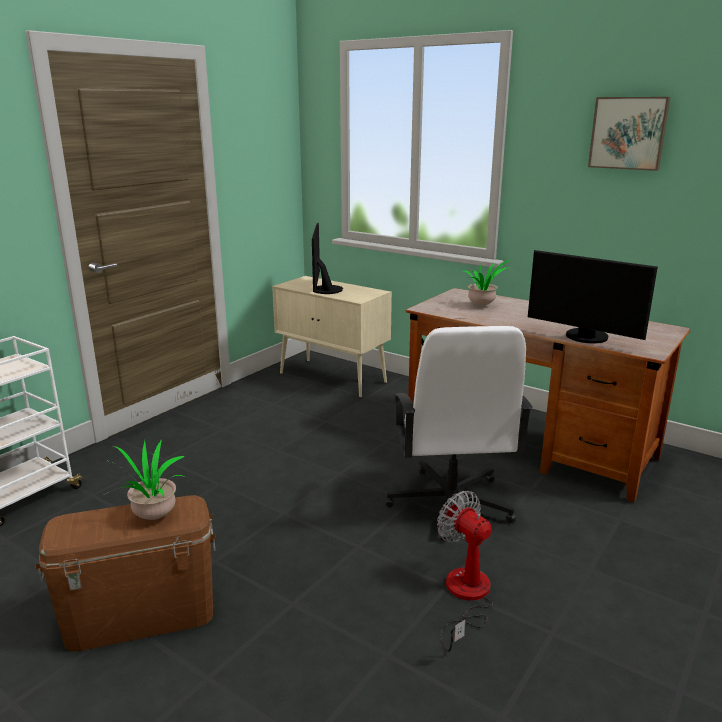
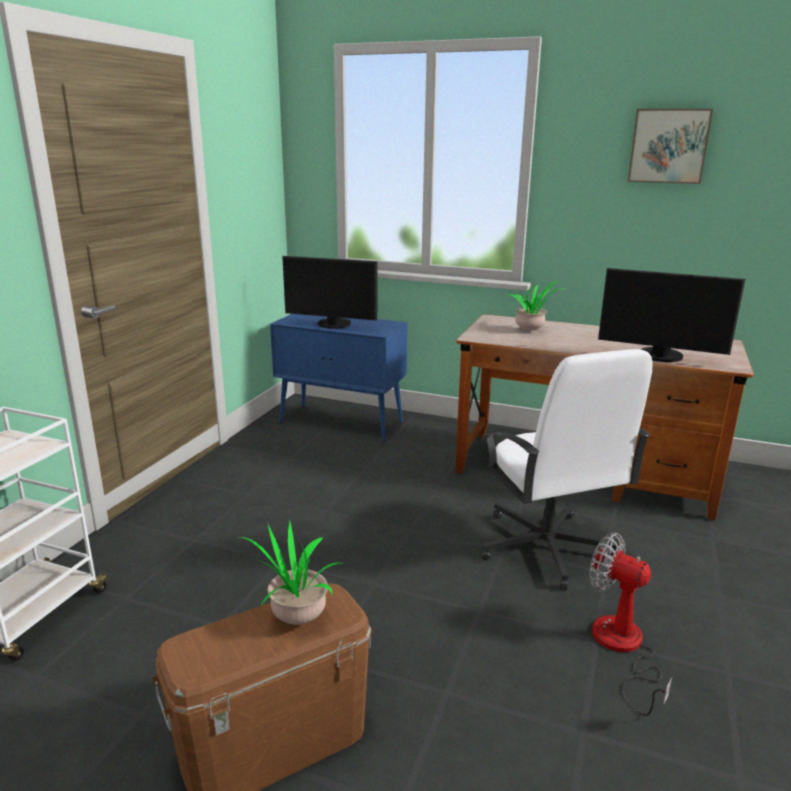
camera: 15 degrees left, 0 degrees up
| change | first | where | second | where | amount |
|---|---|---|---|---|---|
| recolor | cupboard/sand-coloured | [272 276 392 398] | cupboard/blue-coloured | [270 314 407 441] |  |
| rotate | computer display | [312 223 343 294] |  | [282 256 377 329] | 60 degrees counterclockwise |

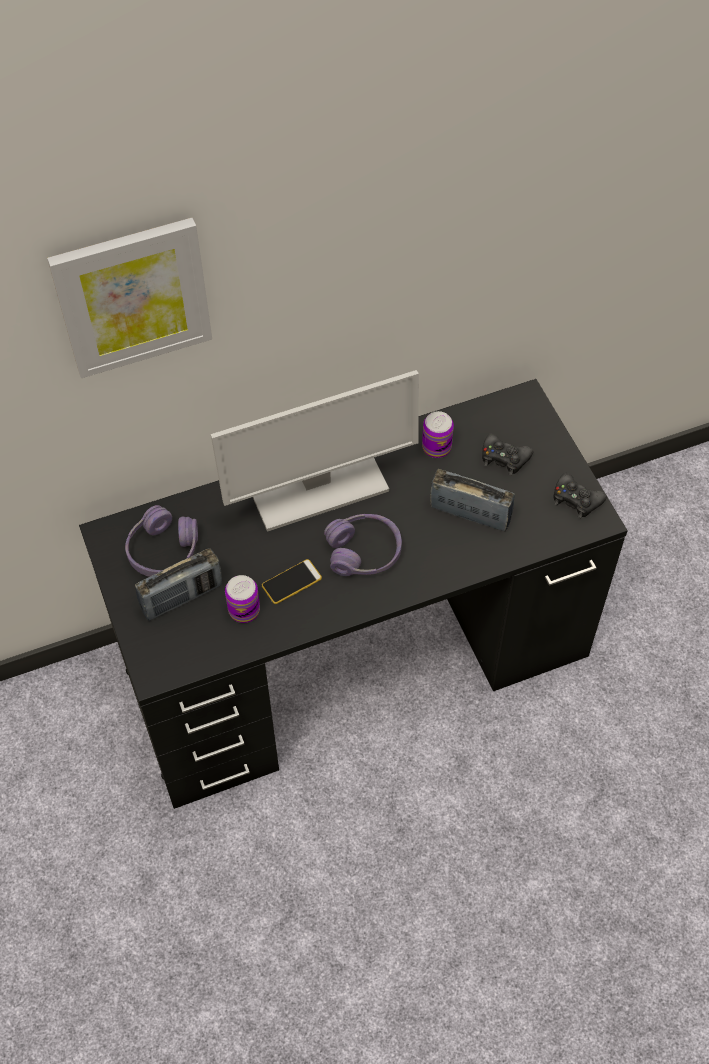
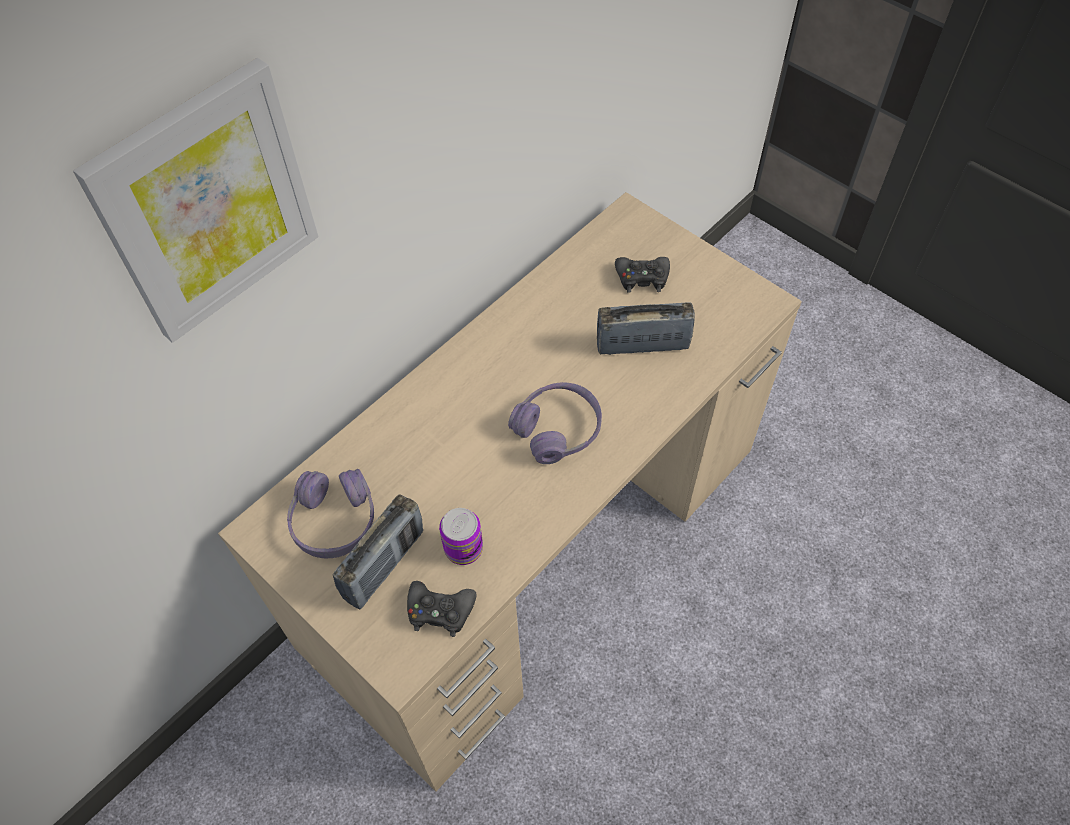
camera: 25 degrees left, 0 degrees up
| change | first | where | second | where | amount |
|---|---|---|---|---|---|
| recolor | desk/black-coloured | [79 379 628 809] | desk/sand-coloured | [218 192 802 792] |  |
| move | game controller/black-coloured | [554 473 607 519] |  | [407 581 476 637] |  |
| delete | computer display | [211 370 419 532] |  |  |  |
| delete | phone | [262 559 322 604] |  |  |  |
| delete | can | [422 411 454 458] |  |  |  |

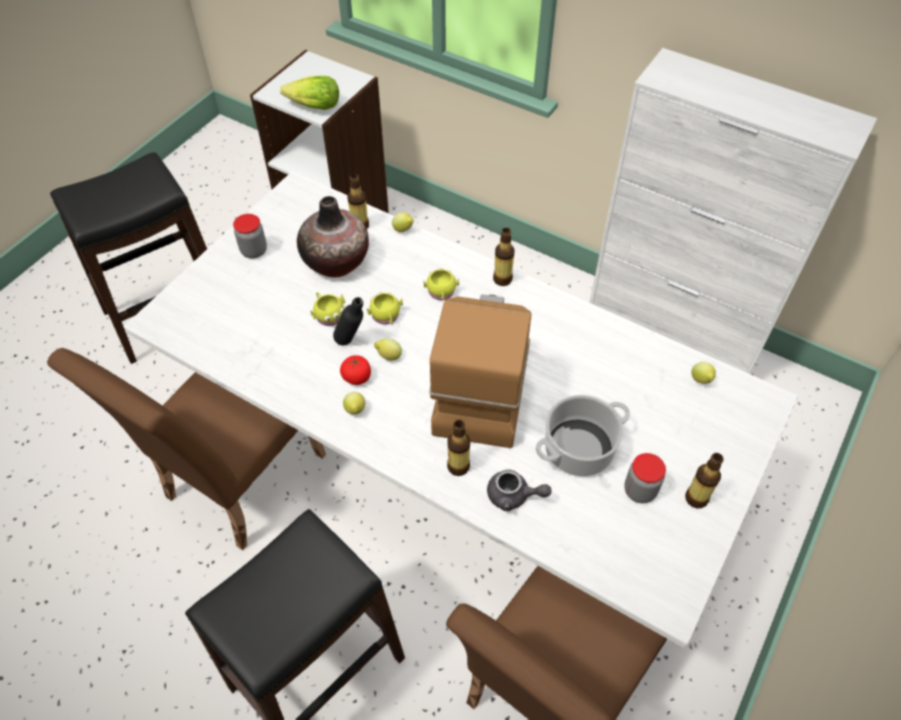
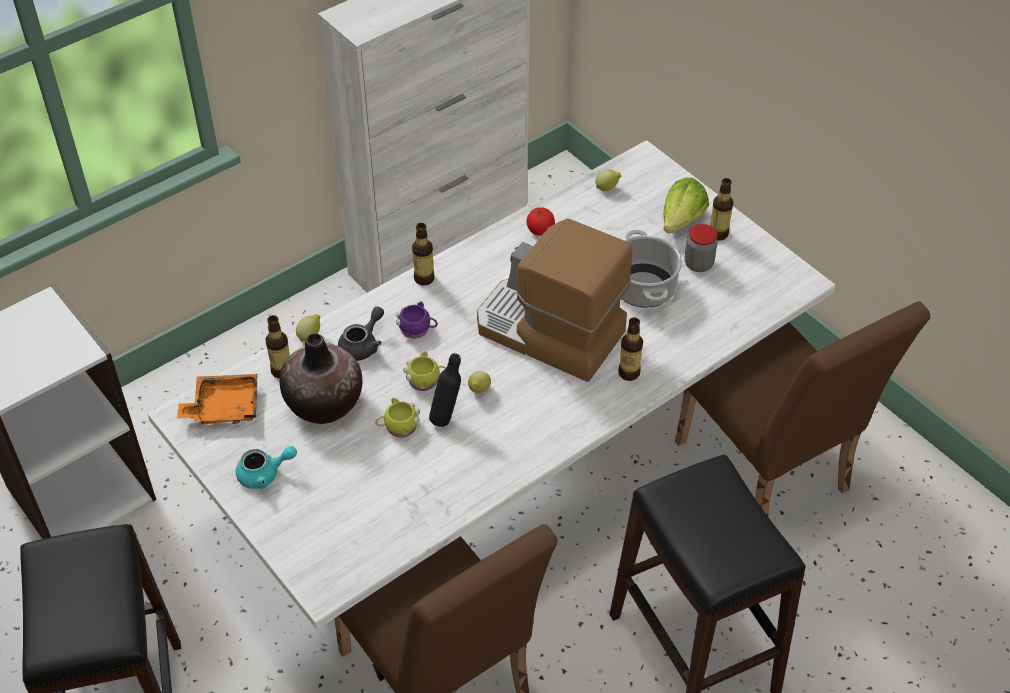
camera: 70 degrees left, 5 degrees down
| change | first | where | second | where | amount |
|---|---|---|---|---|---|
| insert |  |  | tray/orange | [177 374 257 424] |  |
| replace | jar | [233 214 267 259] | tea pot/turquoise-coloured | [236 446 297 489] |  |
| move | tea pot/greyish | [487 469 552 511] |  | [338 307 384 361] |  |
| recolor | tea mug/yellowish | [424 268 459 301] | tea mug/purple-coloured | [396 301 437 339] |  |
| move | fresh tomato | [340 355 371 385] |  | [526 207 555 236] |  |
| move | head of lettuce | [280 76 339 110] |  | [663 178 709 234] |  |
| delete | citrus fruit | [343 392 365 414] |  |  |  |

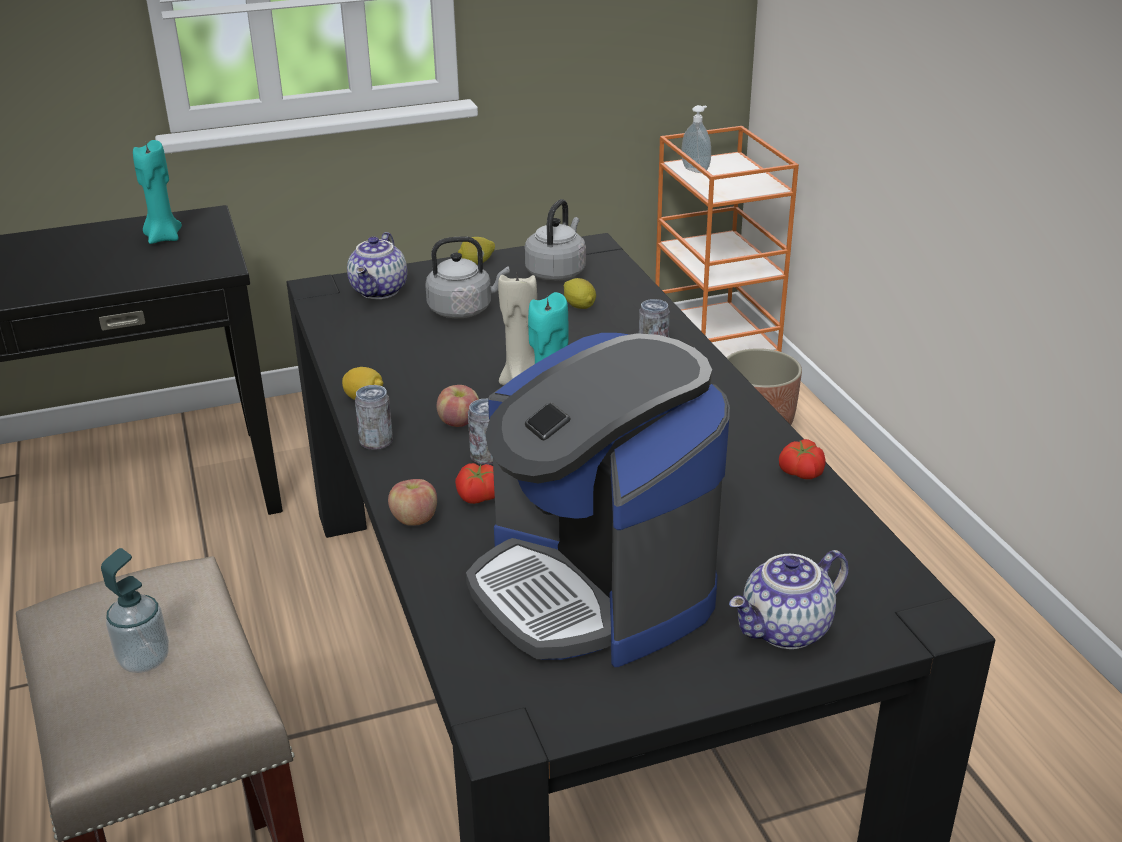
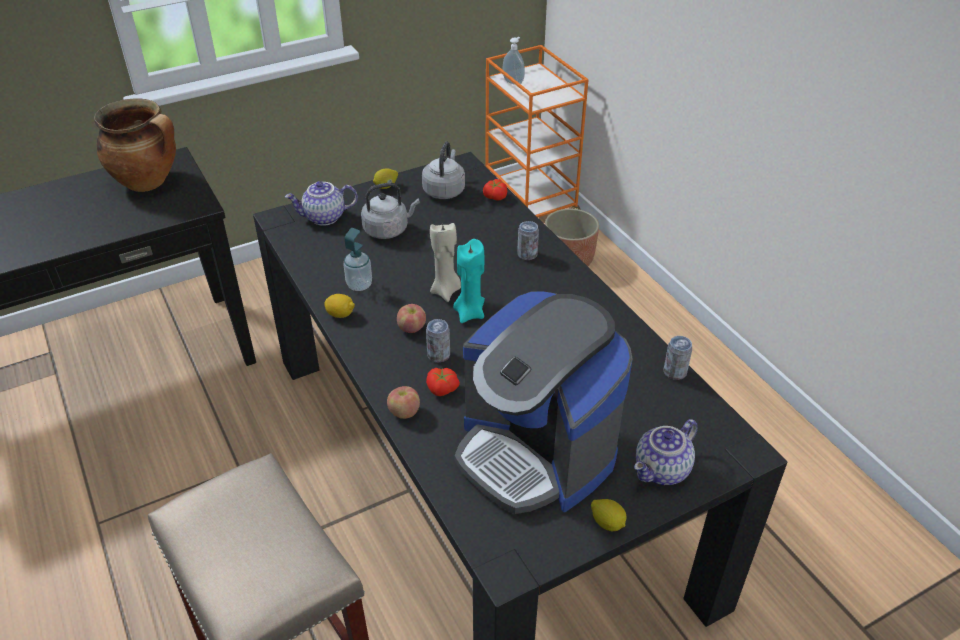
camera: 10 degrees left, 10 degrees up
| change | first | where | second | where | amount |
|---|---|---|---|---|---|
| replace | wax light/turquoise-coloured | [133 140 182 244] | stockpot | [94 98 176 192] |  |
| rotate | tea pot | [347 232 407 299] |  | [285 181 358 226] | 75 degrees clockwise |
| move | soap dispenser | [101 548 169 673] |  | [343 228 372 291] |  |
| move | fresh tomato | [779 439 826 479] |  | [483 179 507 200] |  |
| move | citrus fruit | [564 278 596 309] |  | [591 499 627 531] |  |
| move | can | [355 385 393 450] |  | [664 336 692 380] |  |

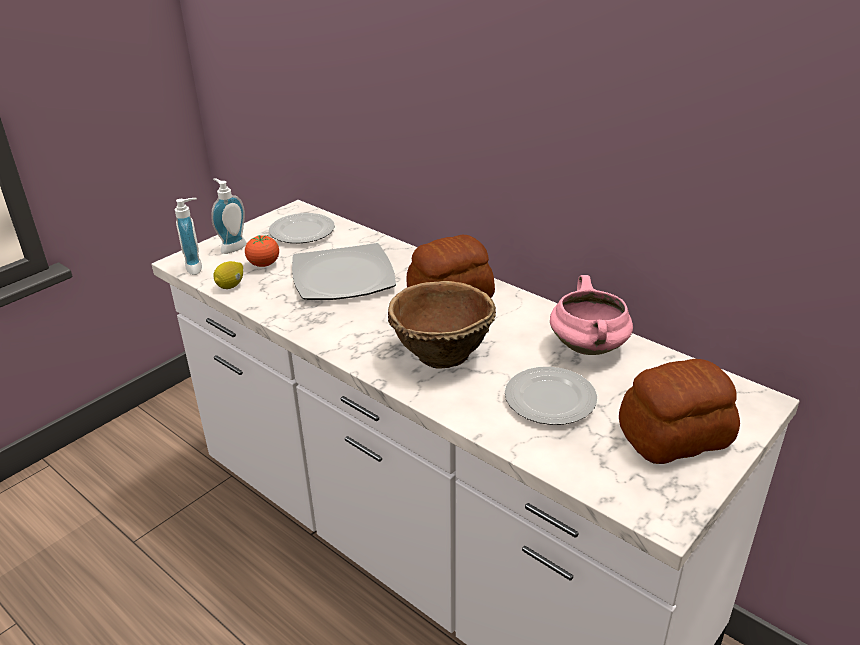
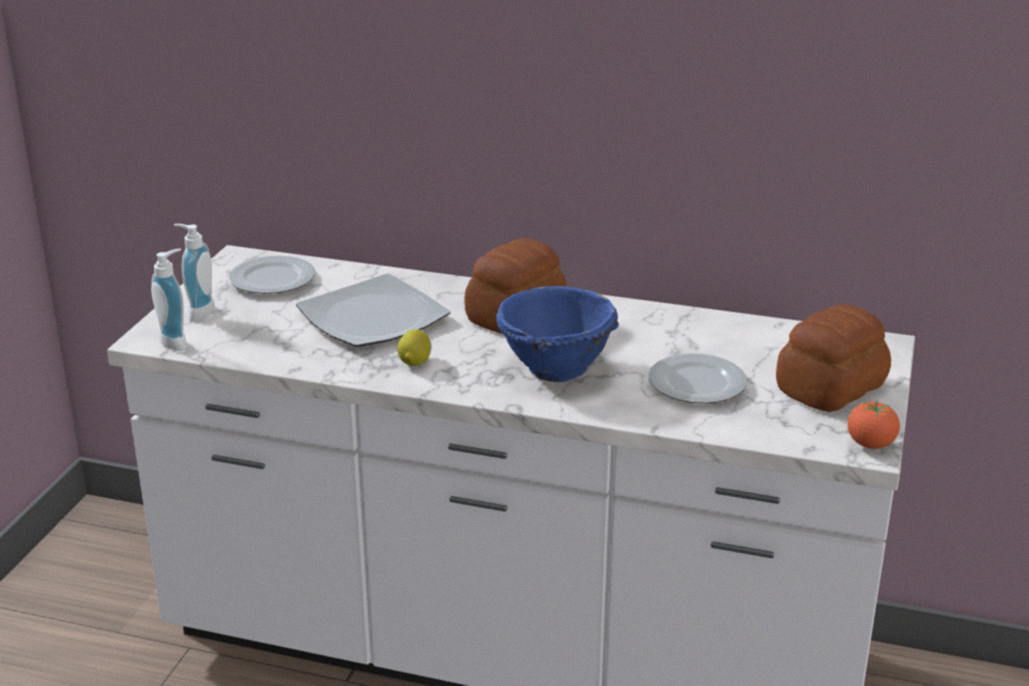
camera: 25 degrees left, 5 degrees down
| change | first | where | second | where | amount |
|---|---|---|---|---|---|
| move | citrus fruit | [213 261 243 289] |  | [398 330 432 366] |  |
| recolor | deep dish/brownish | [388 281 496 369] | deep dish/blue-coloured | [496 286 619 382] |  |
| move | fresh tomato | [245 235 279 267] |  | [848 400 900 449] |  |
| delete | stockpot/pinkish | [550 275 633 355] |  |  |  |

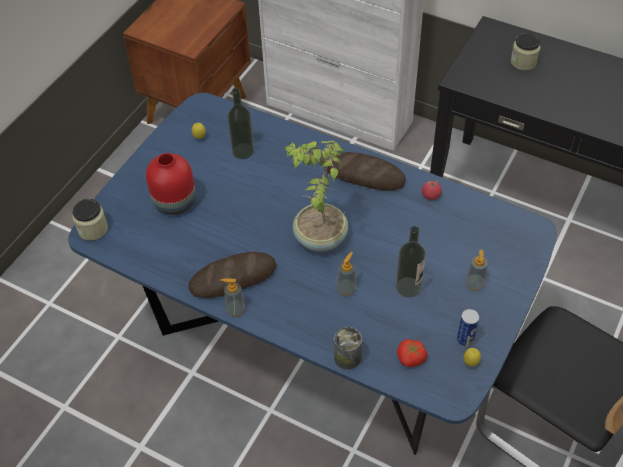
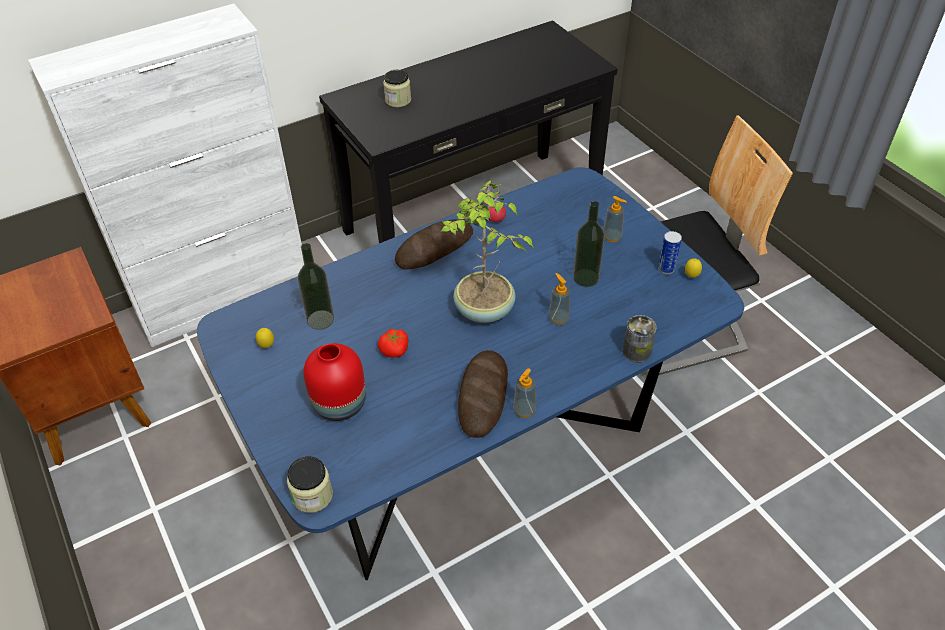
camera: 60 degrees left, 5 degrees down
| change | first | where | second | where | amount |
|---|---|---|---|---|---|
| move | fresh tomato | [397 339 428 367] |  | [378 329 408 358] |  |

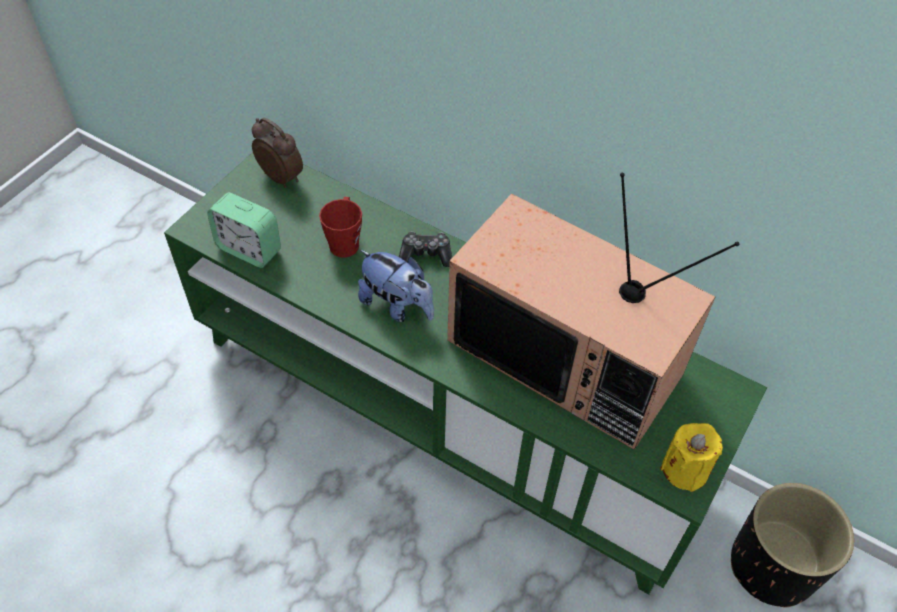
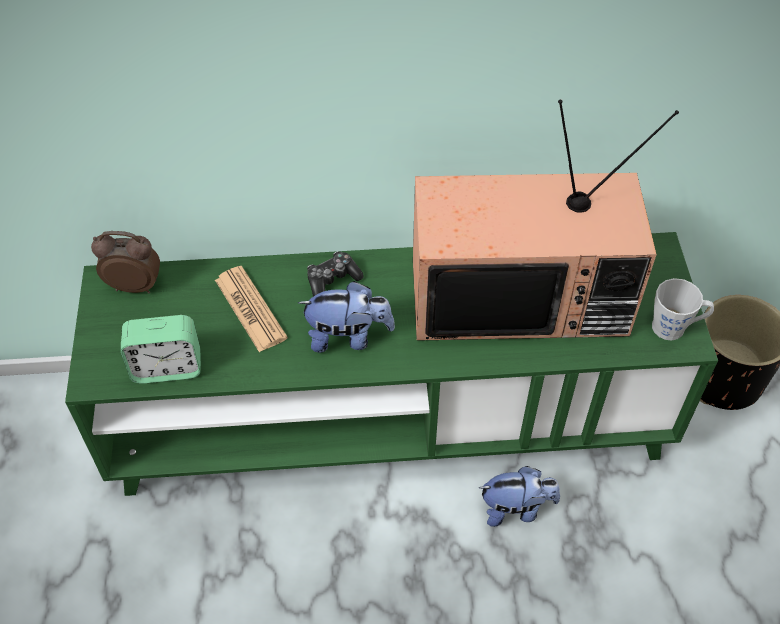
camera: 35 degrees left, 0 degrees up
| change | first | where | second | where | amount |
|---|---|---|---|---|---|
| replace | tea mug/red | [319 197 362 258] | newspaper | [215 266 288 352] |  |
| insert |  |  | cuddly toy | [479 466 560 527] |  |
| replace | wax light/yellowish | [660 423 723 492] | tea mug/greyish | [652 278 714 340] |  |

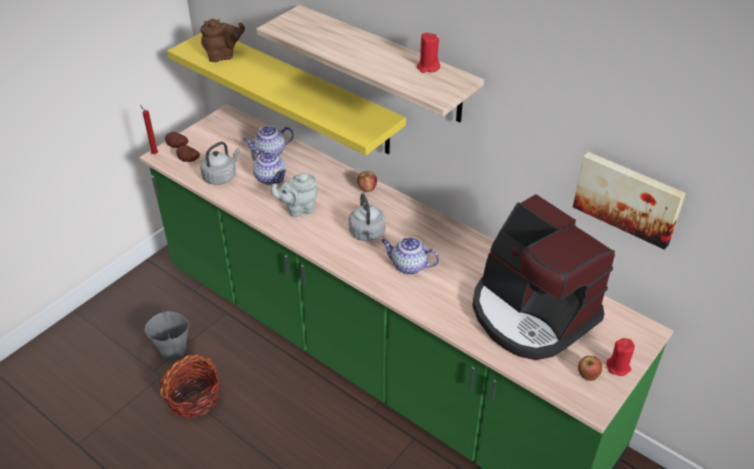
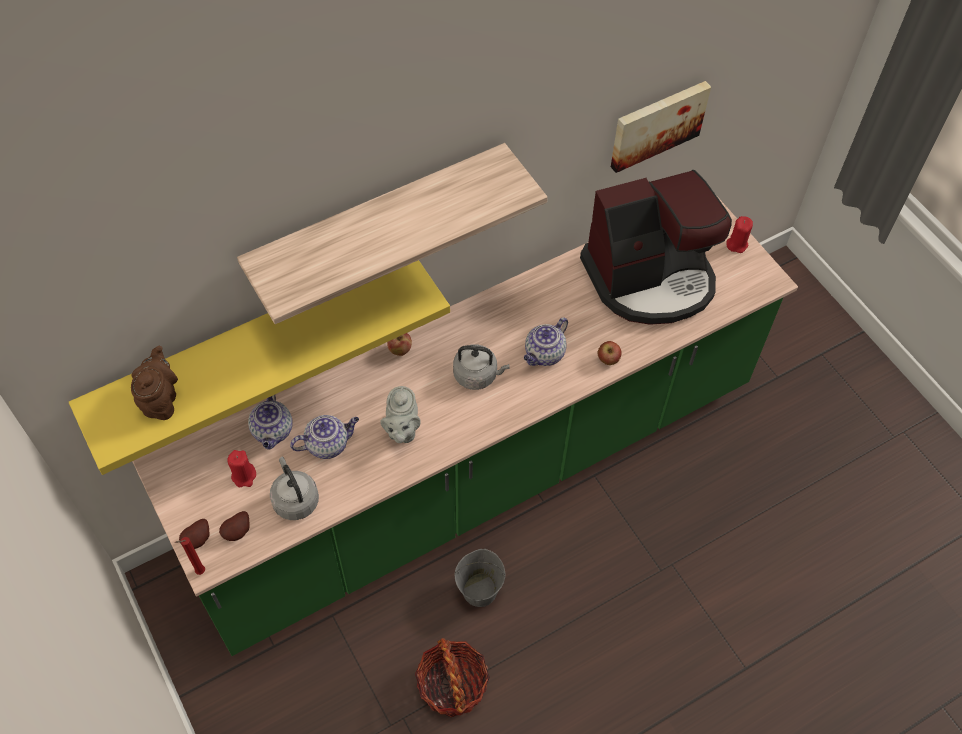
camera: 70 degrees left, 15 degrees up
| change | first | where | second | where | amount |
|---|---|---|---|---|---|
| move | wax light/red | [417 33 440 73] |  | [227 450 256 487] |  |
| move | pail/greyish | [145 307 190 359] |  | [455 549 505 607] |  |
| move | whole apple | [578 356 602 381] |  | [598 341 622 365] |  |

